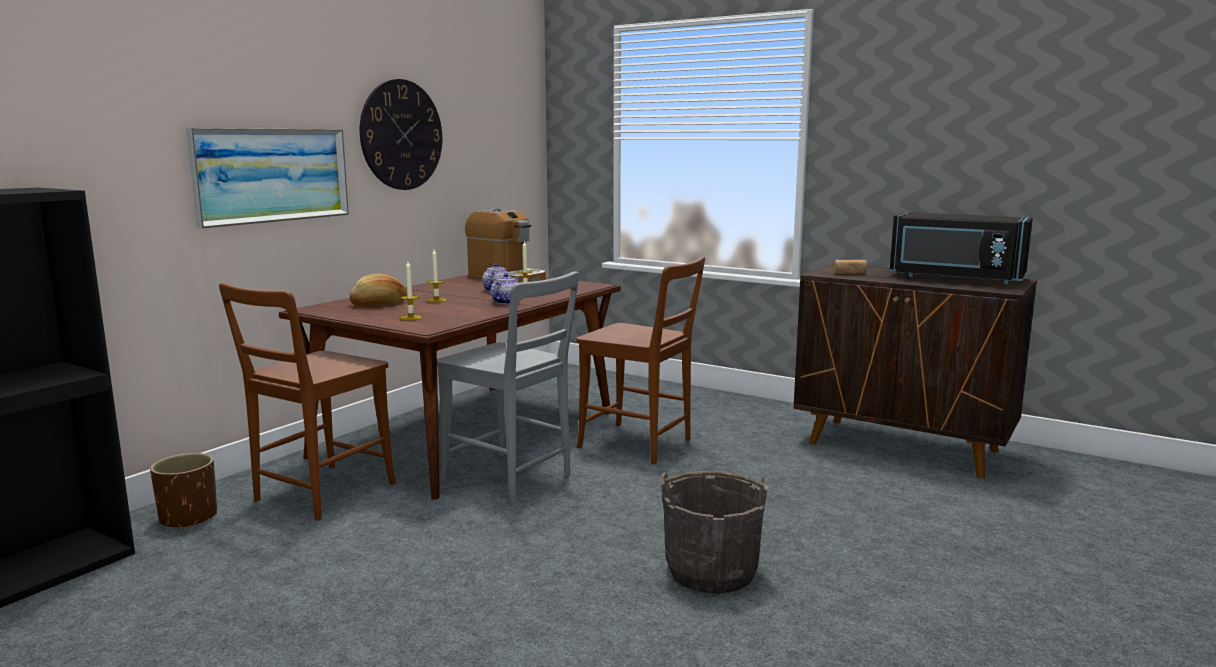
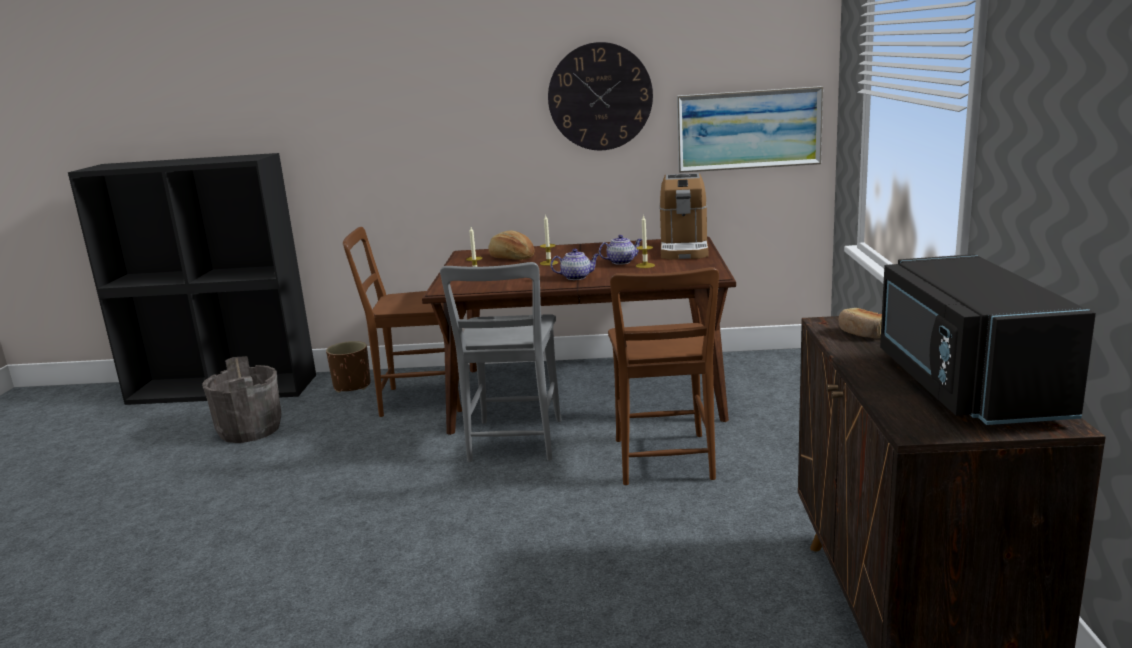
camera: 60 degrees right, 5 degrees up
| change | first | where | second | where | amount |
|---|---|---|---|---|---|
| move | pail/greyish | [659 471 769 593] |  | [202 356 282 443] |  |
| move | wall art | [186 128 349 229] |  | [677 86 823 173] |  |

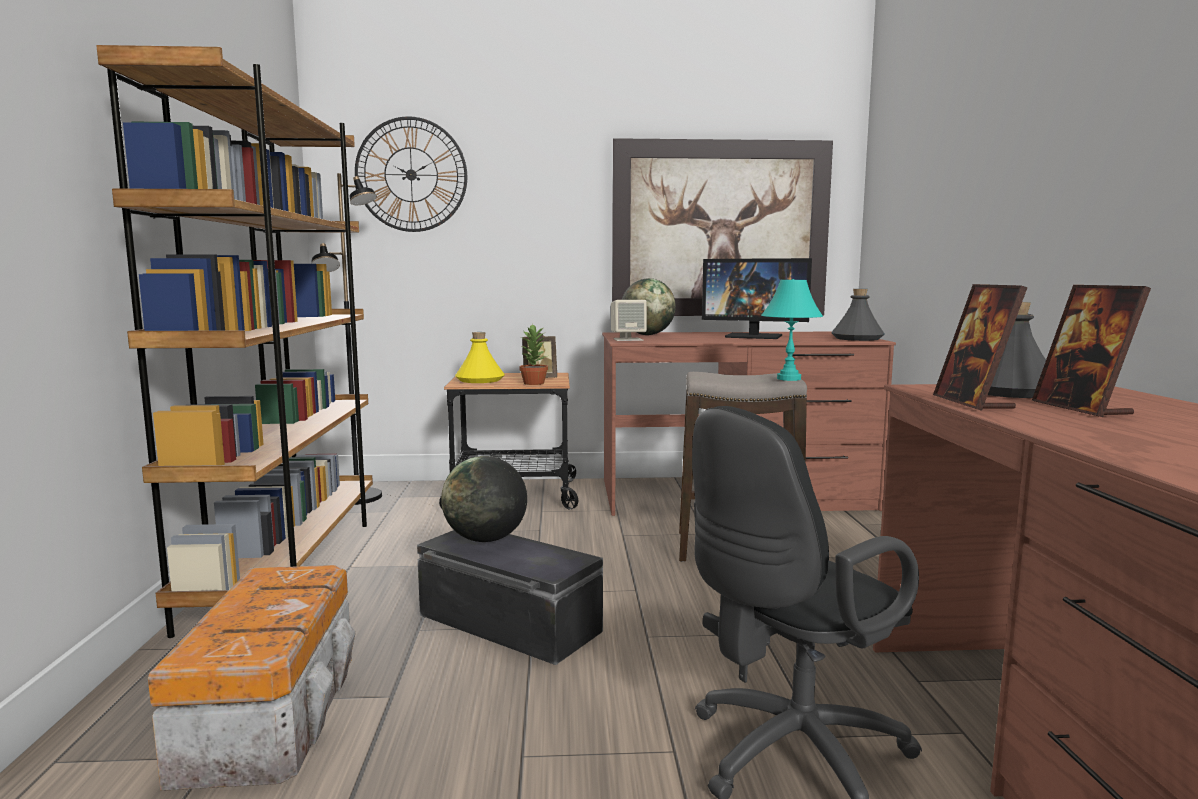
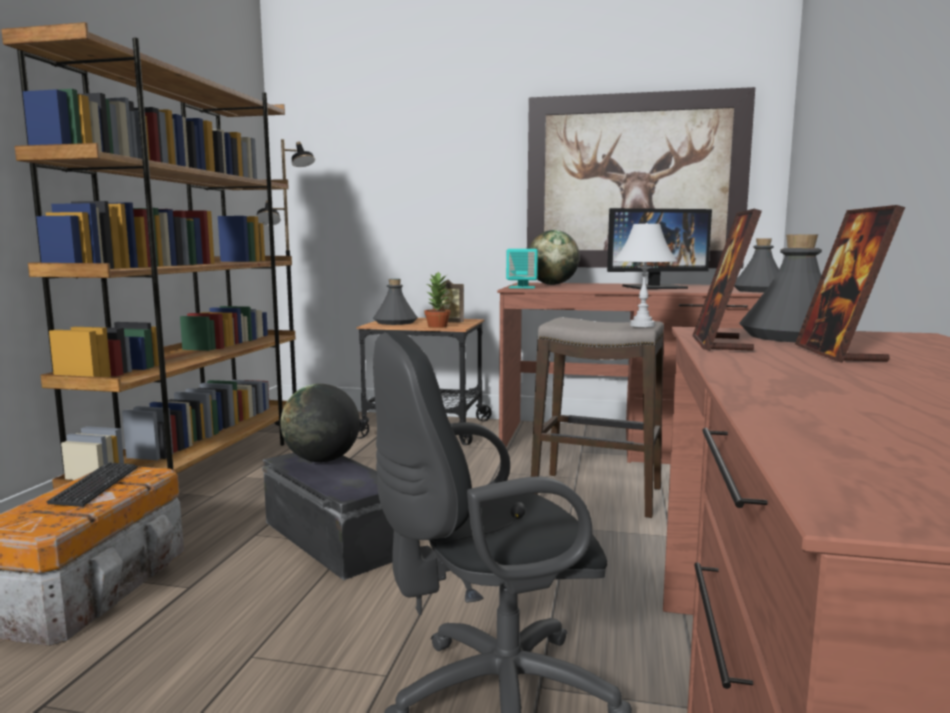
camera: 15 degrees right, 0 degrees up
| change | first | where | second | where | amount |
|---|---|---|---|---|---|
| insert |  |  | PC keyboard | [46 462 138 507] |  |
| recolor | bottle/yellowish | [455 332 505 383] | bottle/greyish | [373 279 418 325] |  |
| recolor | loudspeaker/sand-coloured | [611 300 647 341] | loudspeaker/turquoise-coloured | [506 249 538 288] |  |
| rotate | computer display | [702 258 812 339] |  | [607 208 712 289] | 45 degrees counterclockwise |
| recolor | tabletop lamp/turquoise-coloured | [761 279 823 381] | tabletop lamp/white | [614 223 677 327] |  |
| delete | clock on the wall | [355 116 467 232] |  |  |  |

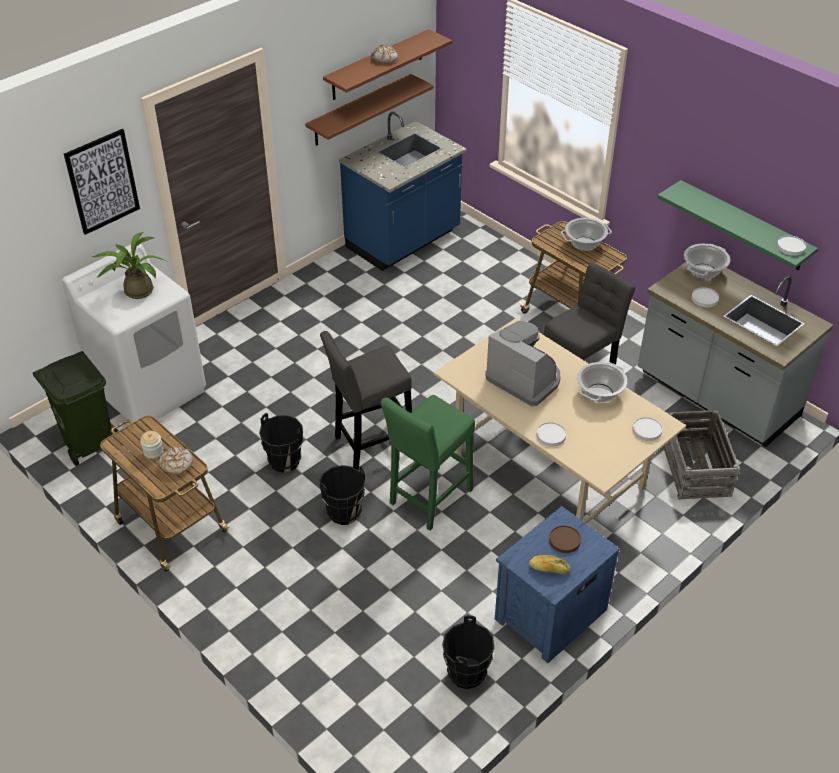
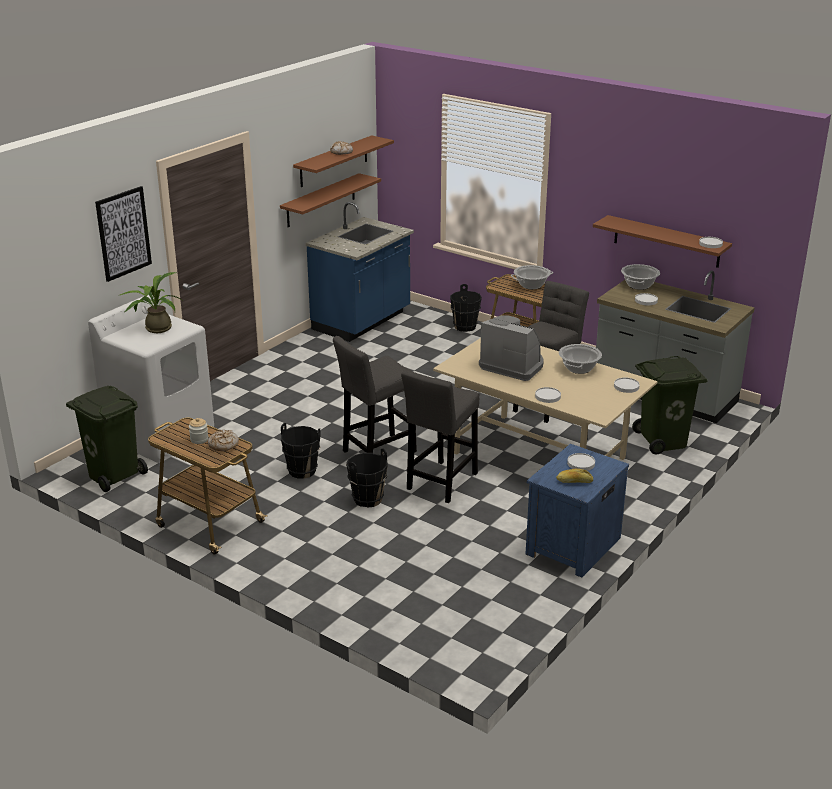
camera: 10 degrees left, 15 degrees down
| change | first | where | second | where | amount |
|---|---|---|---|---|---|
| recolor | stool/greenish | [380 395 475 531] | stool/greyish | [401 370 479 503] |  |
| move | pail/black-coloured | [442 615 494 689] |  | [450 284 482 332] |  |
| recolor | flat dish/brownish | [549 526 581 553] | flat dish/white | [567 453 595 471] |  |
| recolor | shelf/greenish | [657 180 818 270] | shelf/brownish | [593 215 732 268] |  |
| replace | shipping crate | [663 410 740 499] | waste bin/greenish | [632 356 708 455] |  |

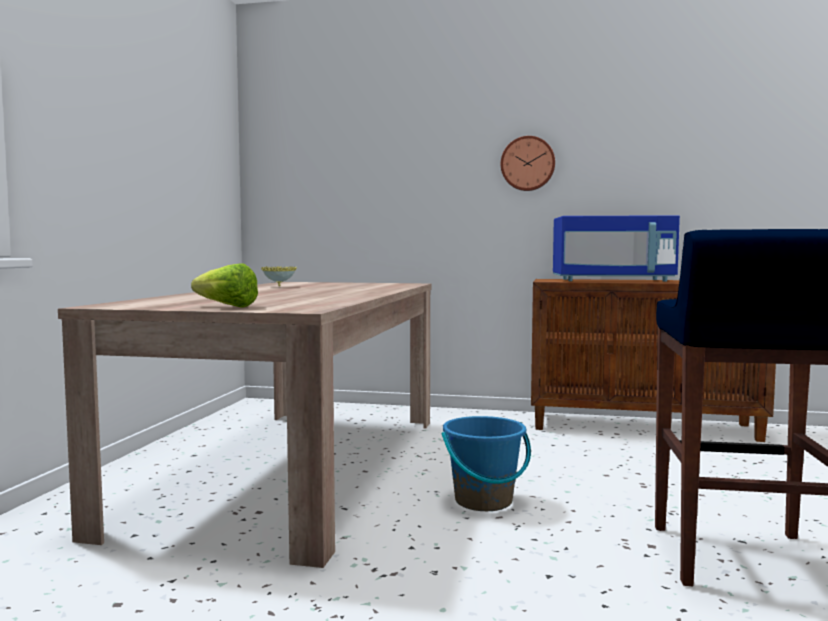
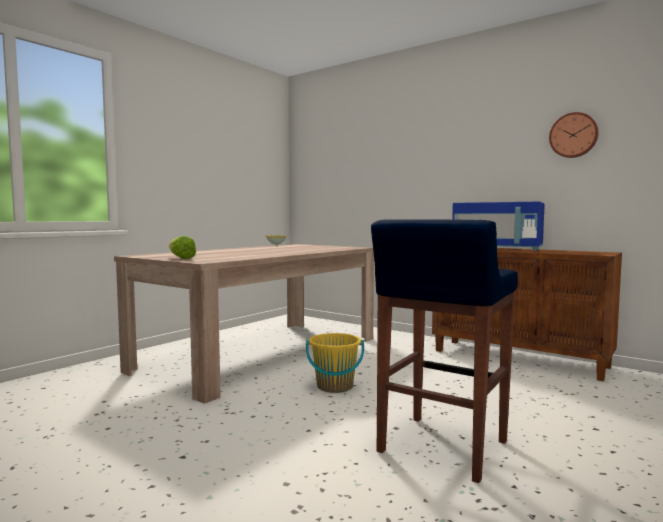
camera: 25 degrees right, 0 degrees up
| change | first | where | second | where | amount |
|---|---|---|---|---|---|
| recolor | pail/blue-coloured | [442 416 531 511] | pail/yellowish | [306 333 364 393] |  |
| move | clock on the wall | [501 136 555 191] |  | [549 112 599 158] |  |

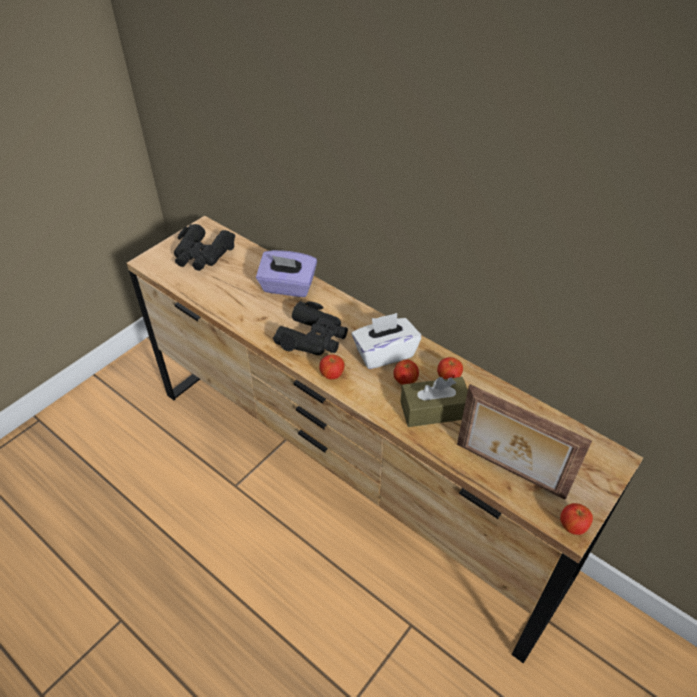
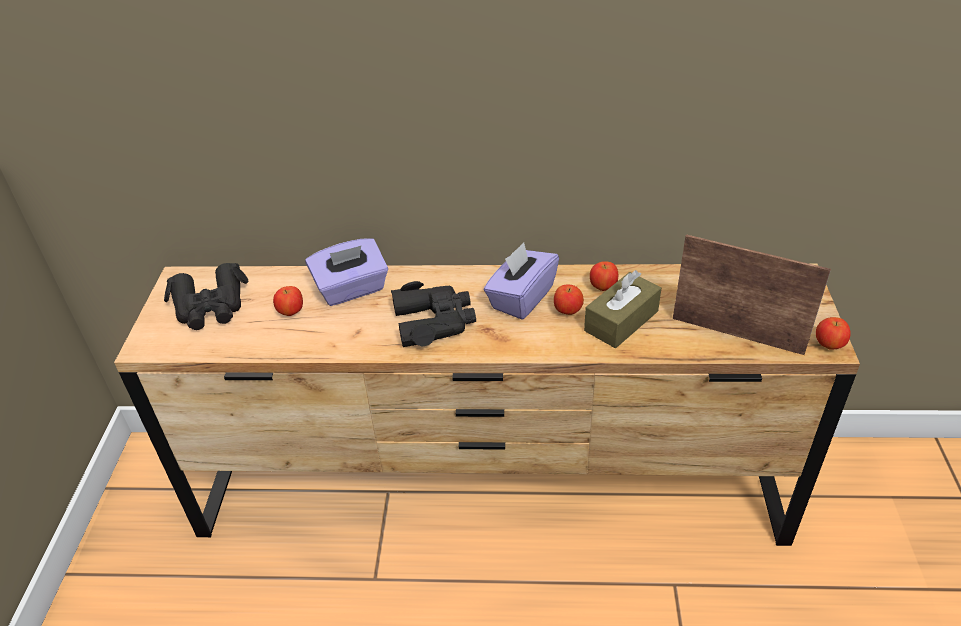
camera: 35 degrees left, 5 degrees down
| change | first | where | second | where | amount |
|---|---|---|---|---|---|
| move | whole apple | [319 354 345 379] |  | [273 286 303 316] |  |
| recolor | box of tissues/white | [351 313 421 369] | box of tissues/purple-coloured | [484 242 559 319] |  |
| rotate | photo frame | [457 384 592 500] |  | [673 234 831 355] | 150 degrees counterclockwise |

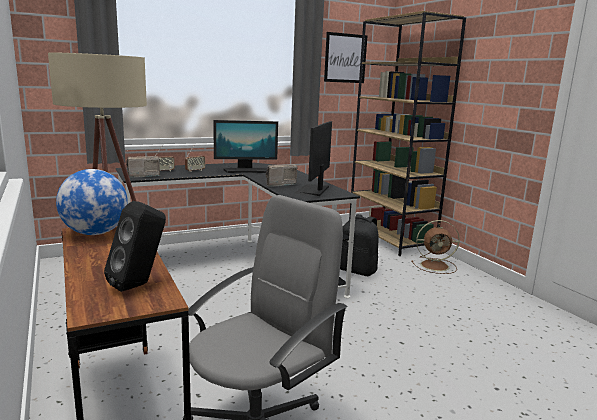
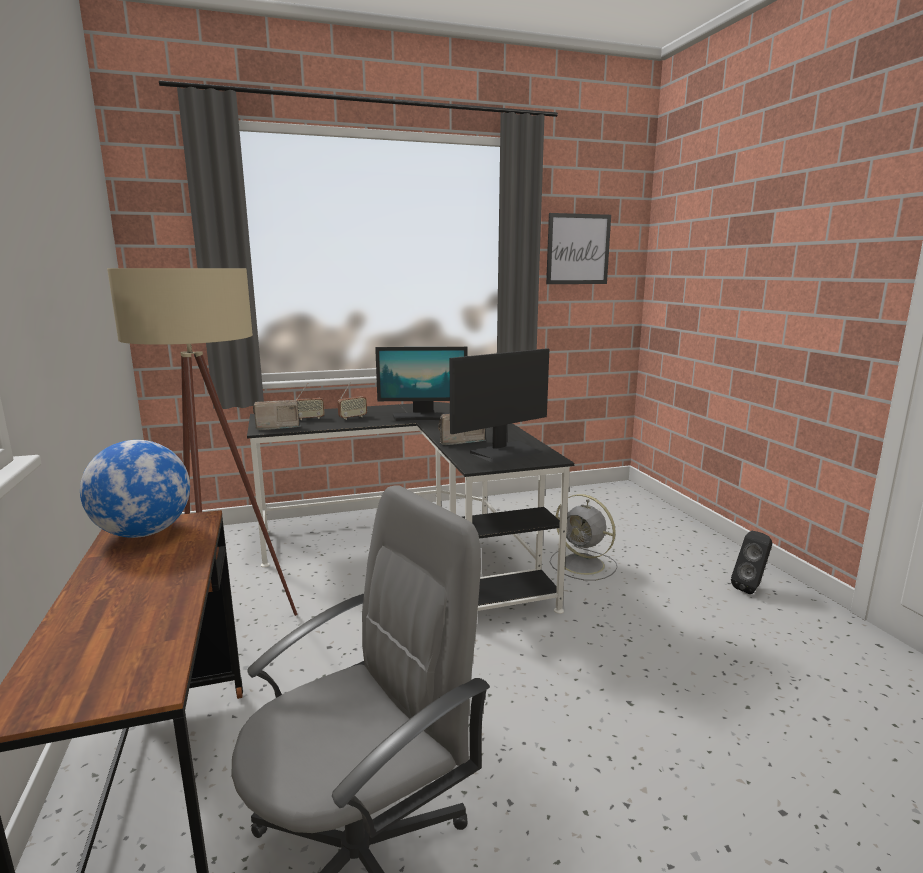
camera: 10 degrees right, 0 degrees up
| change | first | where | second | where | amount |
|---|---|---|---|---|---|
| rotate | computer display | [294 121 332 196] |  | [450 348 549 463] | 150 degrees counterclockwise |
| replace | backpack/black-coloured | [340 214 378 276] | electric fan/greyish | [550 494 618 581] |  |
| move | loudspeaker/black-coloured | [104 201 166 292] |  | [731 531 772 594] |  |
| delete | bookcase/brownish | [349 11 466 256] |  |  |  |
| delete | electric fan/brownish | [411 220 460 274] |  |  |  |

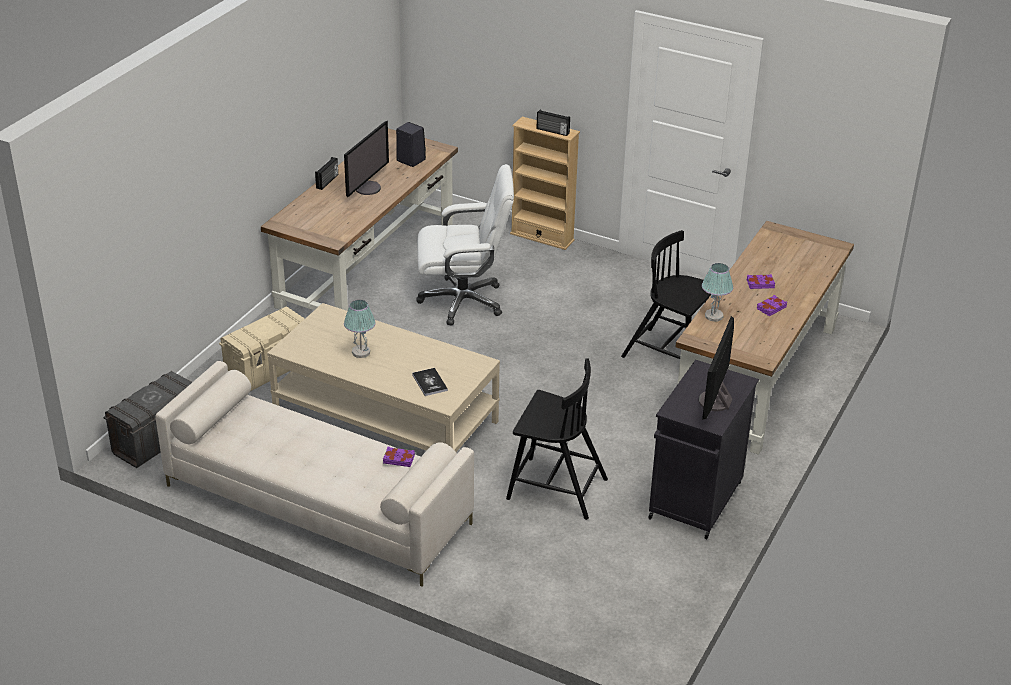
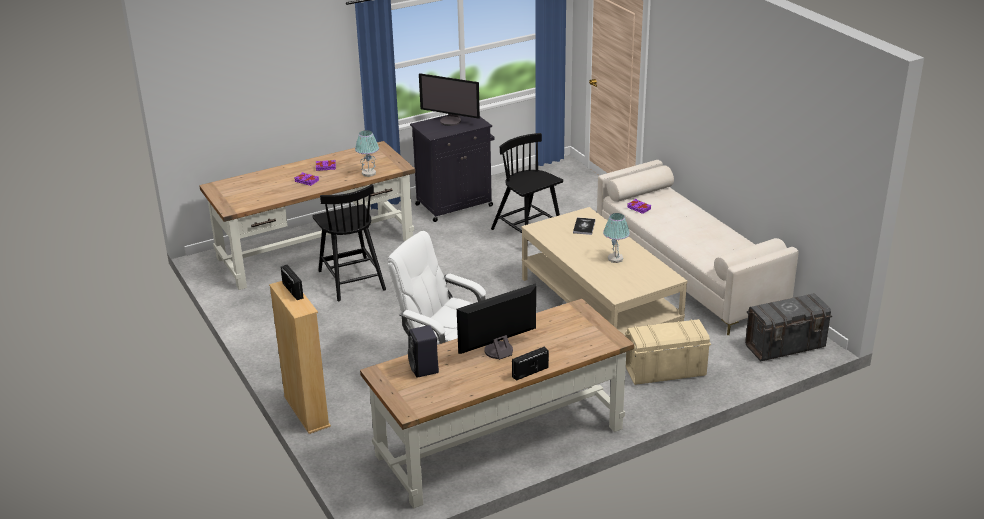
camera: 145 degrees left, 5 degrees down
| change | first | where | second | where | amount |
|---|---|---|---|---|---|
| rotate | computer display | [699 316 734 420] |  | [419 73 480 126] | 60 degrees clockwise |

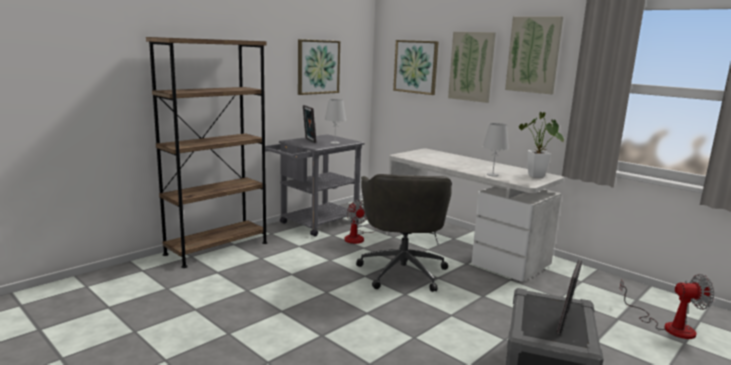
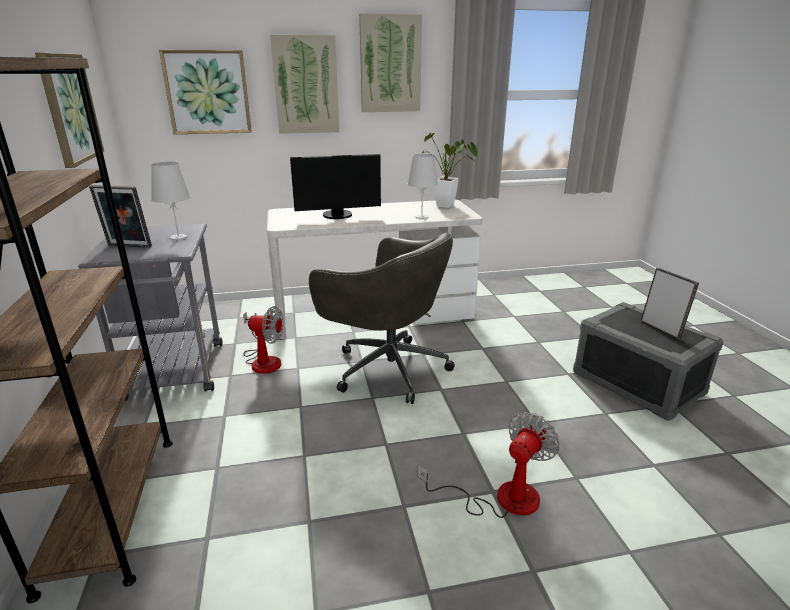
camera: 55 degrees left, 10 degrees up
| change | first | where | second | where | amount |
|---|---|---|---|---|---|
| insert |  |  | computer display | [290 154 381 219] |  |
| move | electric fan | [619 274 714 339] |  | [417 412 560 518] |  |

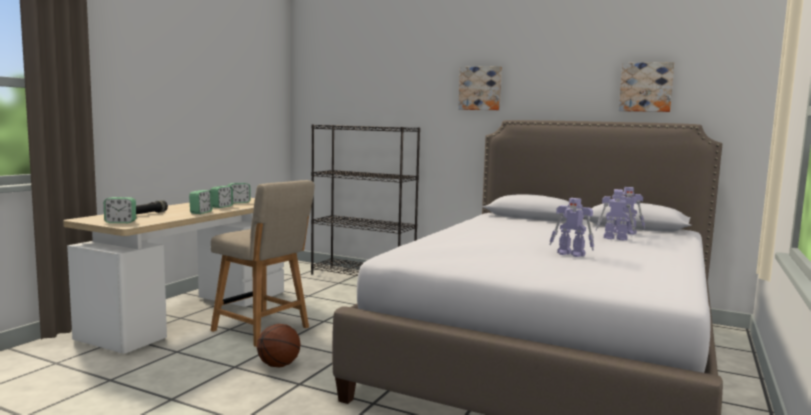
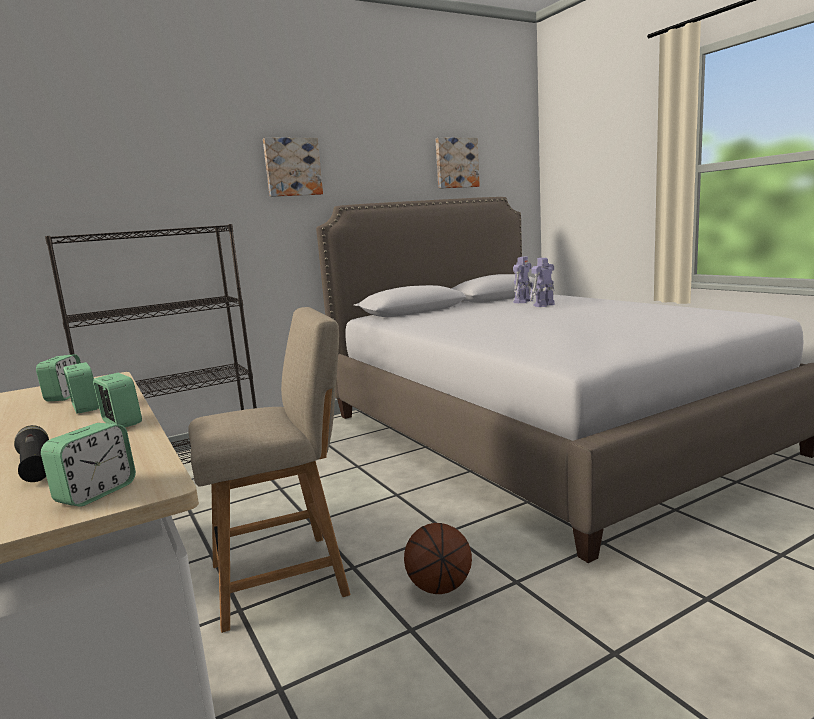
camera: 55 degrees left, 5 degrees up
| change | first | where | second | where | amount |
|---|---|---|---|---|---|
| delete | toy robot | [549 198 594 257] |  |  |  |

